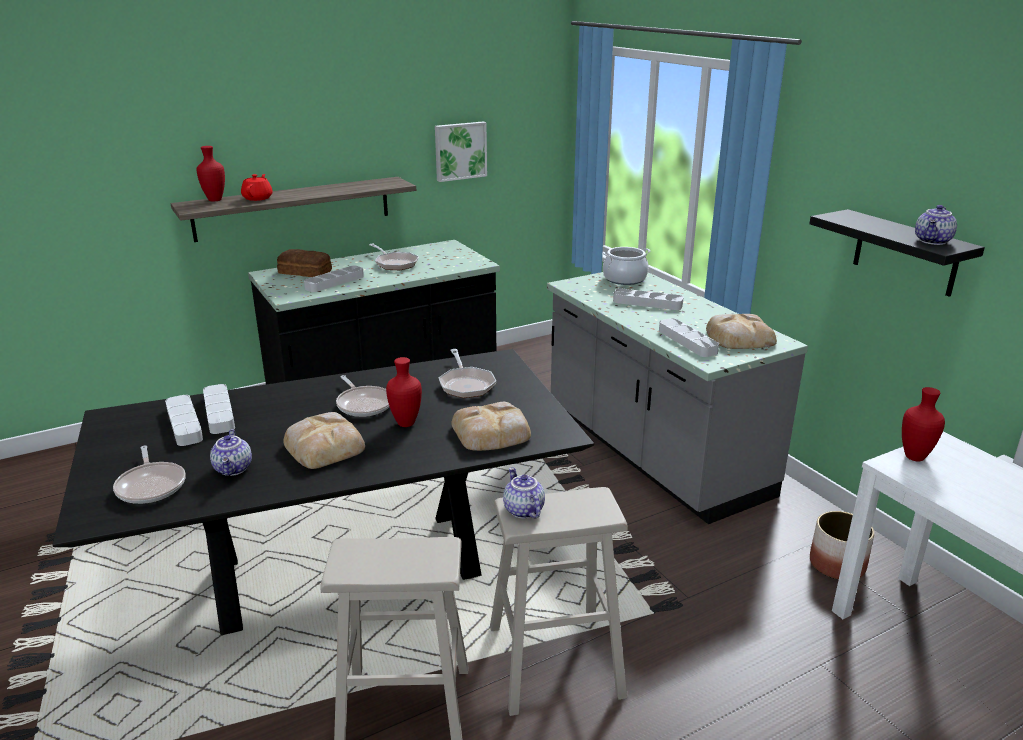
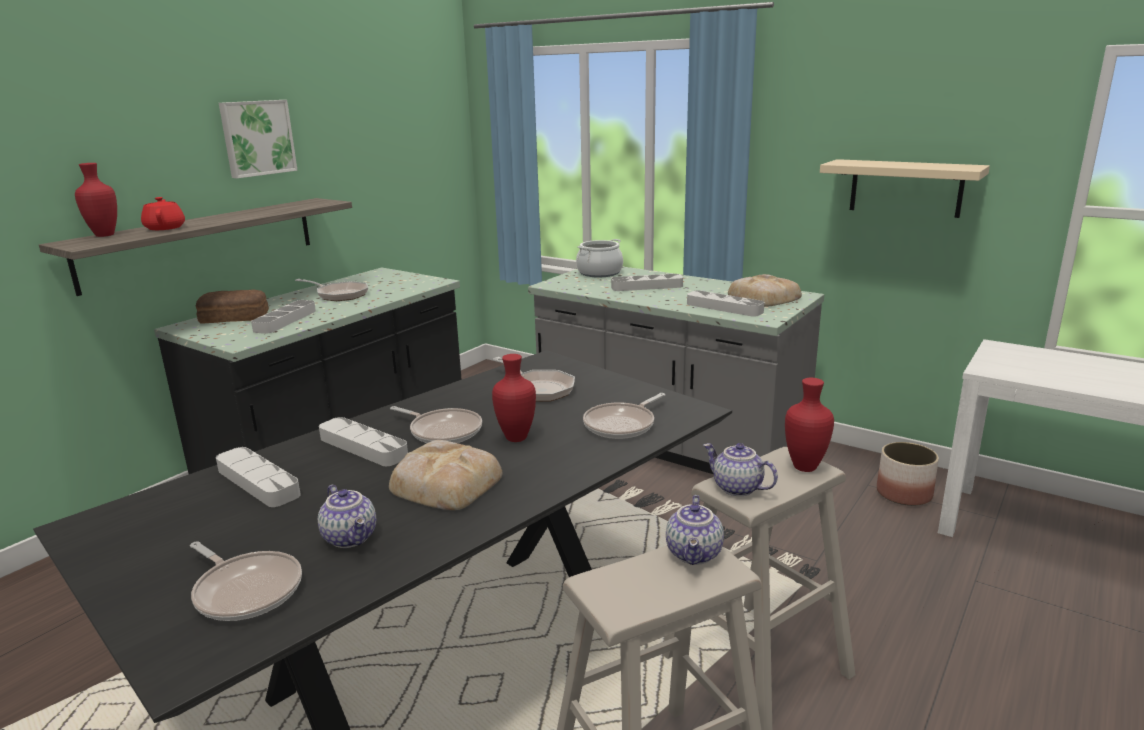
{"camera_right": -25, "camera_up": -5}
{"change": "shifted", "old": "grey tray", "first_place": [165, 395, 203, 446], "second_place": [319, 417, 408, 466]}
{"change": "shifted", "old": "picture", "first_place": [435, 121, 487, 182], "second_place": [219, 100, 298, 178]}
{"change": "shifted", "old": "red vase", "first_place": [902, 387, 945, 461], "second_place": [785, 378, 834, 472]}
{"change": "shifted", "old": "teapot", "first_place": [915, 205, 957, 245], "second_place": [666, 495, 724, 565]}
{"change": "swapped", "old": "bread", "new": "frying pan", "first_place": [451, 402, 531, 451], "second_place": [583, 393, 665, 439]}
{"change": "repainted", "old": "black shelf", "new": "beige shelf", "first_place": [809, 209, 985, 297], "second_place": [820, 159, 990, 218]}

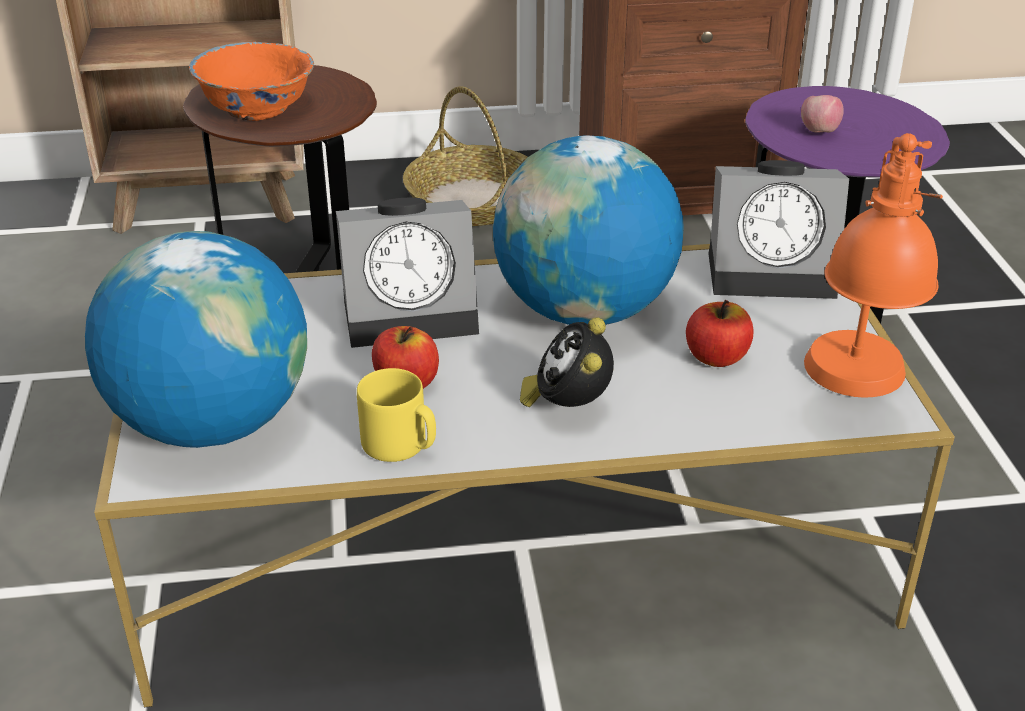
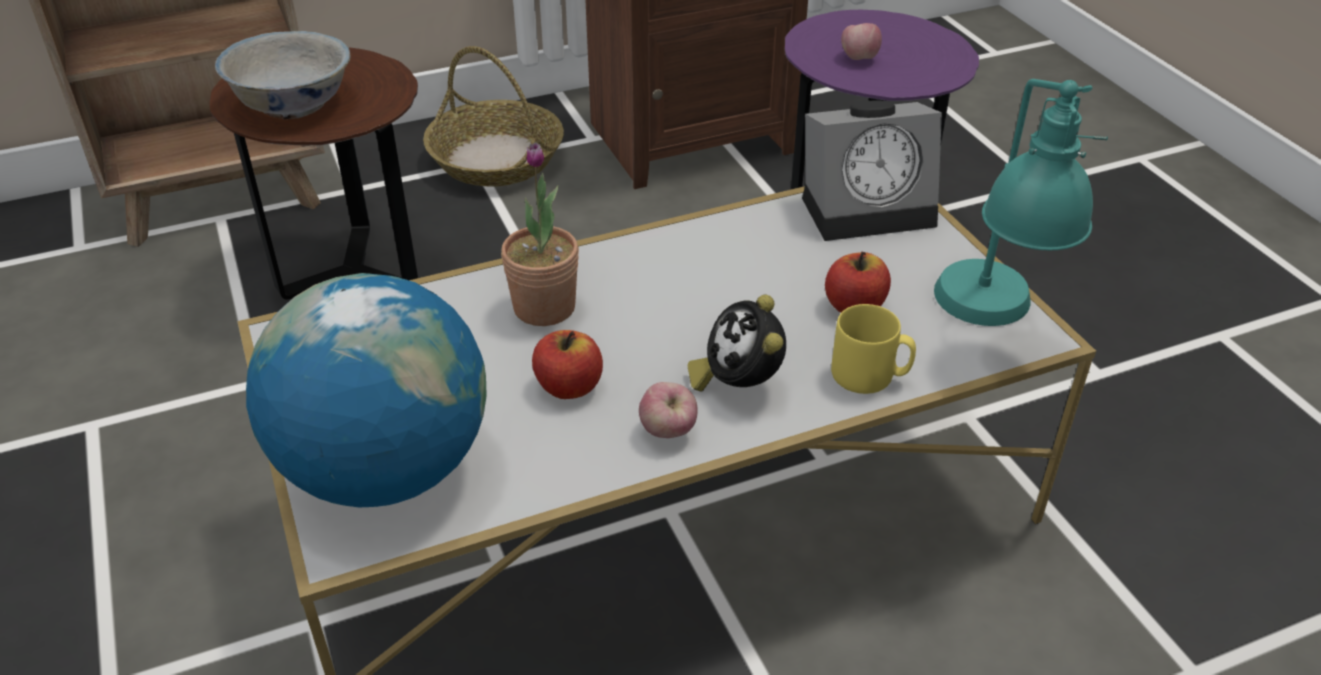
{"camera_right": -15, "camera_up": 5}
{"change": "gone", "old": "globe", "first_place": [493, 136, 684, 325]}
{"change": "new", "new": "apple", "second_place": [639, 382, 697, 438]}
{"change": "shifted", "old": "yellow mug", "first_place": [357, 368, 436, 462], "second_place": [831, 304, 916, 394]}
{"change": "swapped", "old": "alarm clock", "new": "potted plant", "first_place": [336, 197, 479, 348], "second_place": [501, 142, 579, 326]}
{"change": "repainted", "old": "orange bowl", "new": "white bowl", "first_place": [189, 42, 314, 121], "second_place": [215, 31, 351, 119]}
{"change": "repainted", "old": "orange table lamp", "new": "turquoise table lamp", "first_place": [804, 133, 943, 398], "second_place": [934, 79, 1108, 326]}

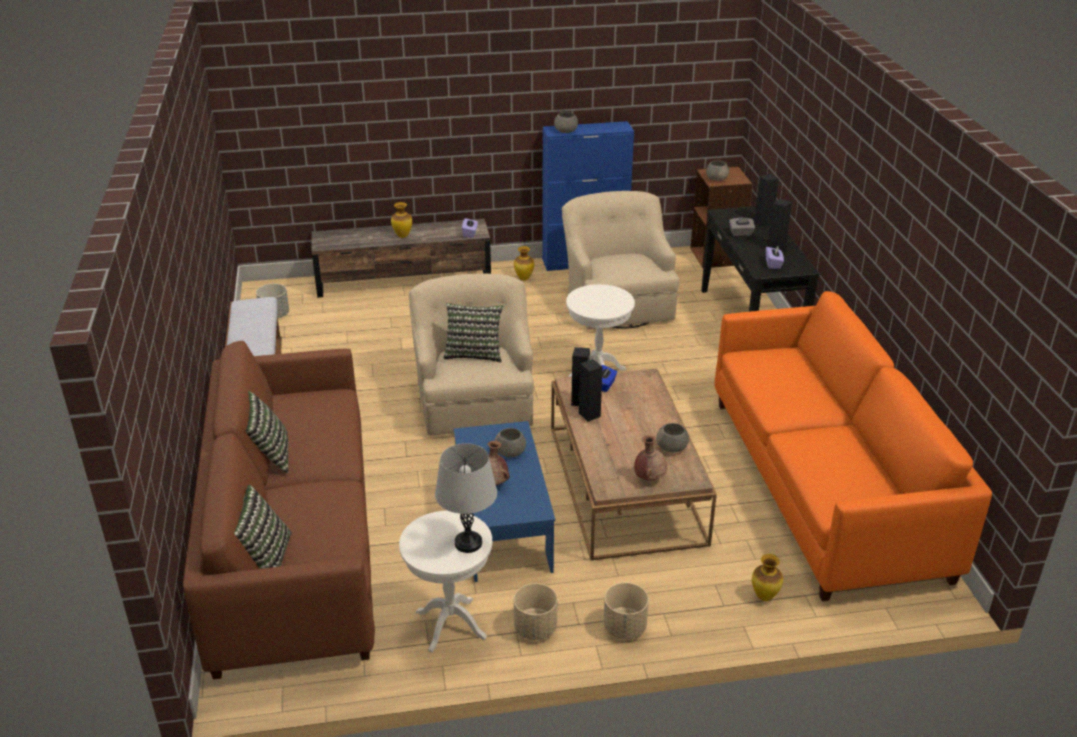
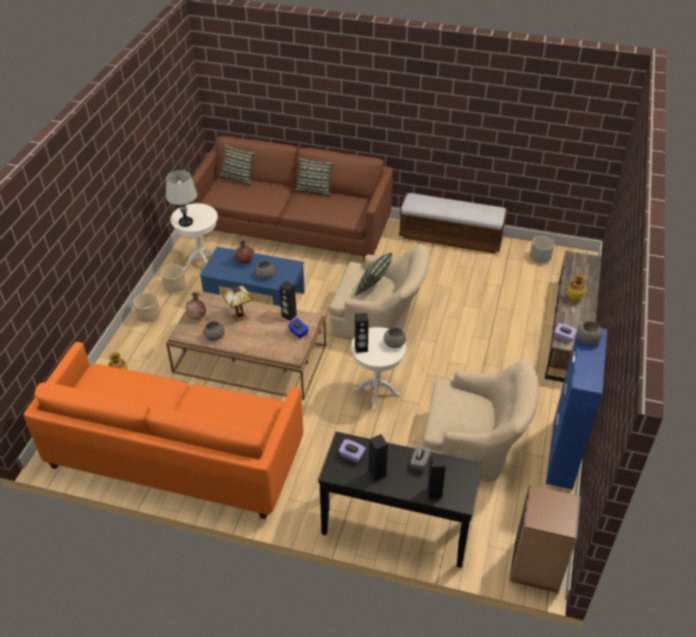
{"camera_right": 115, "camera_up": 10}
{"change": "gone", "old": "vase", "first_place": [514, 246, 534, 280]}
{"change": "new", "new": "table lamp", "second_place": [221, 286, 254, 322]}
{"change": "shifted", "old": "black speaker", "first_place": [579, 359, 602, 422], "second_place": [355, 313, 369, 353]}
{"change": "shifted", "old": "grey bowl", "first_place": [706, 161, 729, 181], "second_place": [384, 328, 406, 348]}

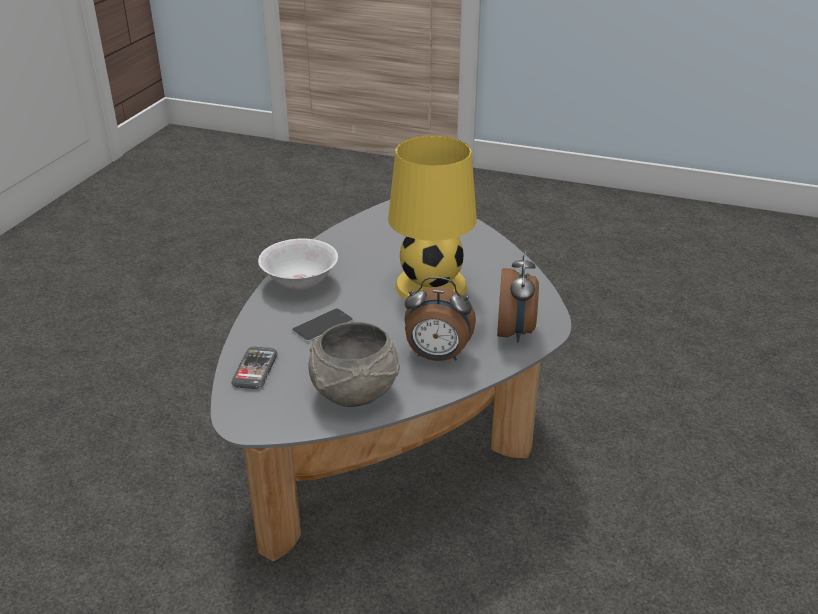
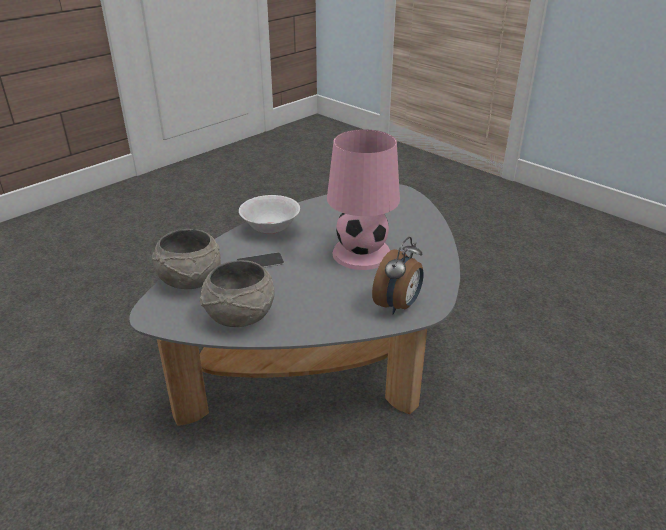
{"camera_right": 25, "camera_up": 0}
{"change": "gone", "old": "alarm clock", "first_place": [405, 277, 476, 361]}
{"change": "swapped", "old": "phone", "new": "grey bowl", "first_place": [231, 347, 278, 389], "second_place": [152, 229, 221, 289]}
{"change": "repainted", "old": "yellow table lamp", "new": "pink table lamp", "first_place": [388, 135, 477, 300], "second_place": [327, 129, 400, 270]}

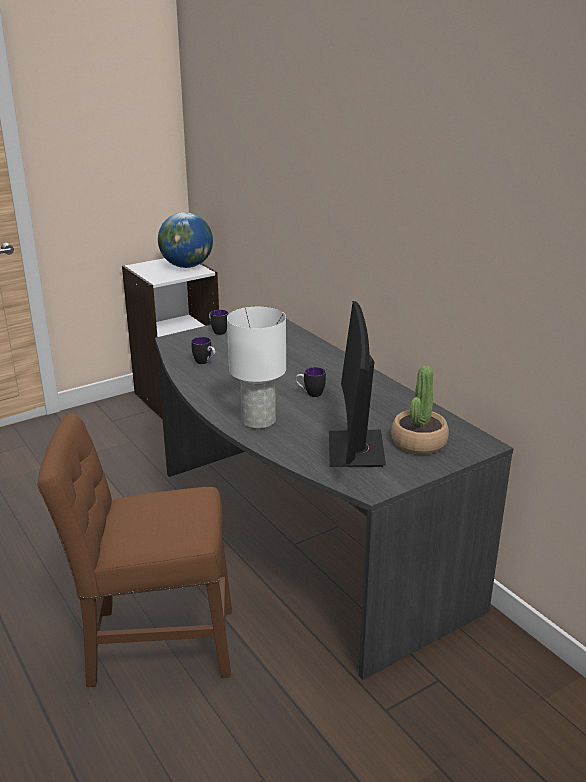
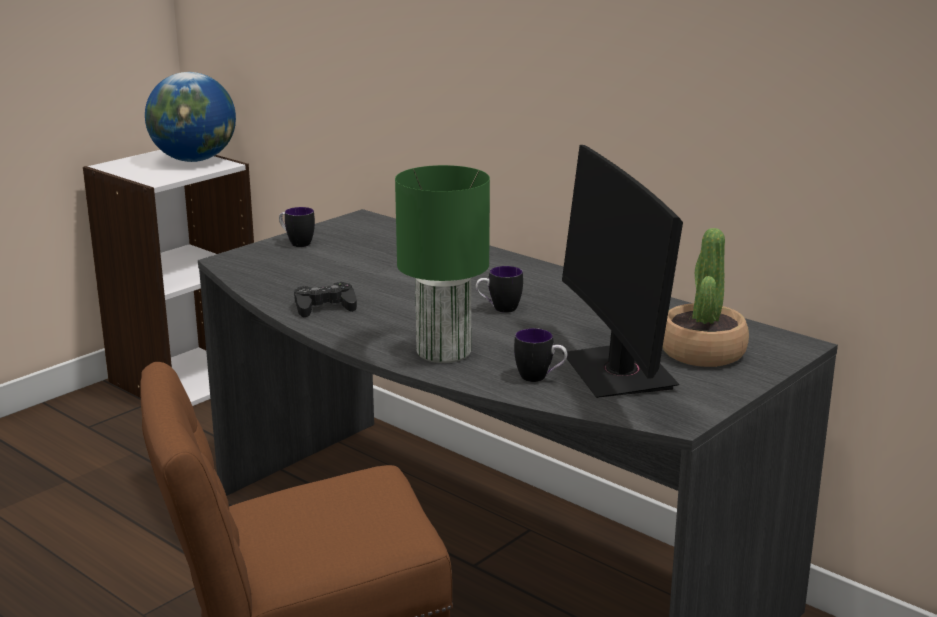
{"camera_right": -15, "camera_up": -5}
{"change": "new", "new": "black game controller", "second_place": [294, 282, 357, 317]}
{"change": "shifted", "old": "mug", "first_place": [191, 337, 216, 364], "second_place": [514, 328, 567, 382]}
{"change": "repainted", "old": "white table lamp", "new": "green table lamp", "first_place": [227, 307, 286, 429], "second_place": [395, 165, 490, 363]}

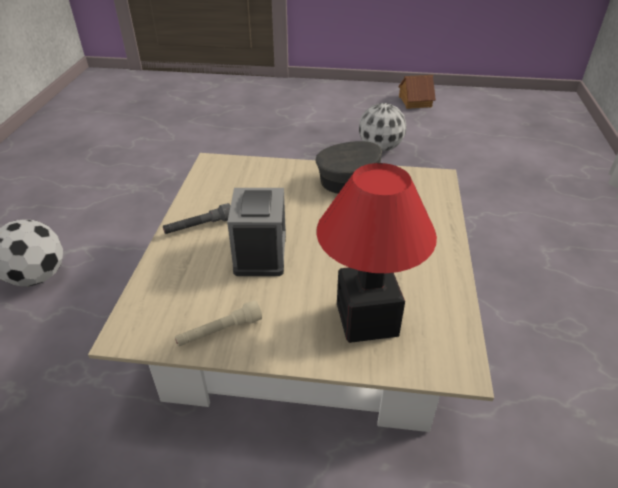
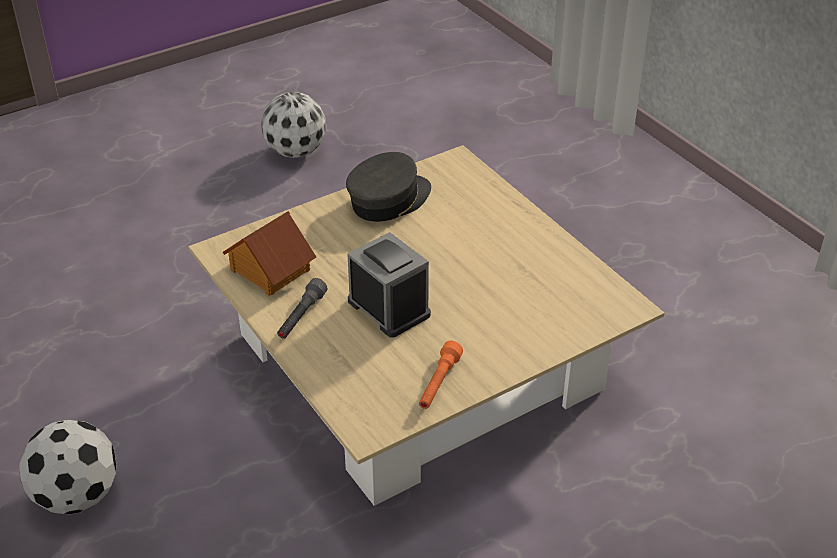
{"camera_right": -40, "camera_up": 0}
{"change": "gone", "old": "table lamp", "first_place": [316, 163, 437, 343]}
{"change": "shifted", "old": "toy house", "first_place": [399, 75, 436, 109], "second_place": [223, 211, 316, 296]}
{"change": "repainted", "old": "beige flashlight", "new": "orange flashlight", "first_place": [175, 300, 262, 346], "second_place": [419, 341, 463, 409]}

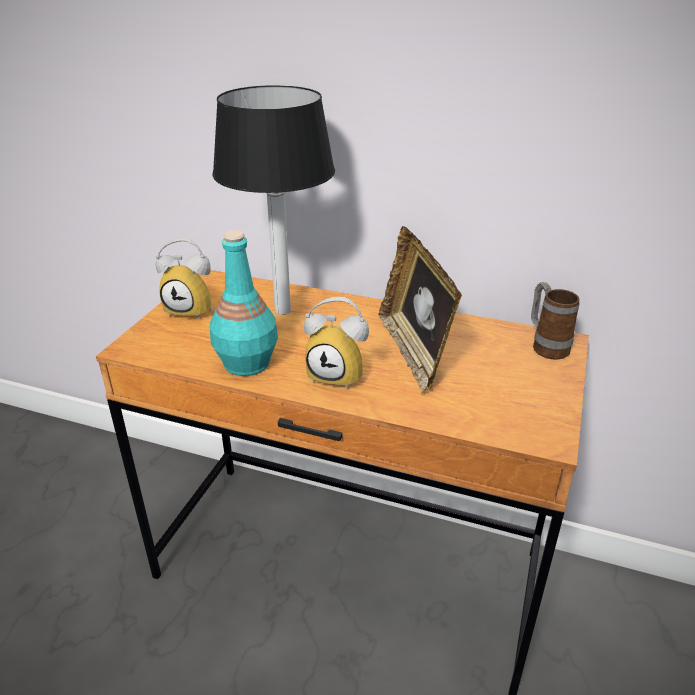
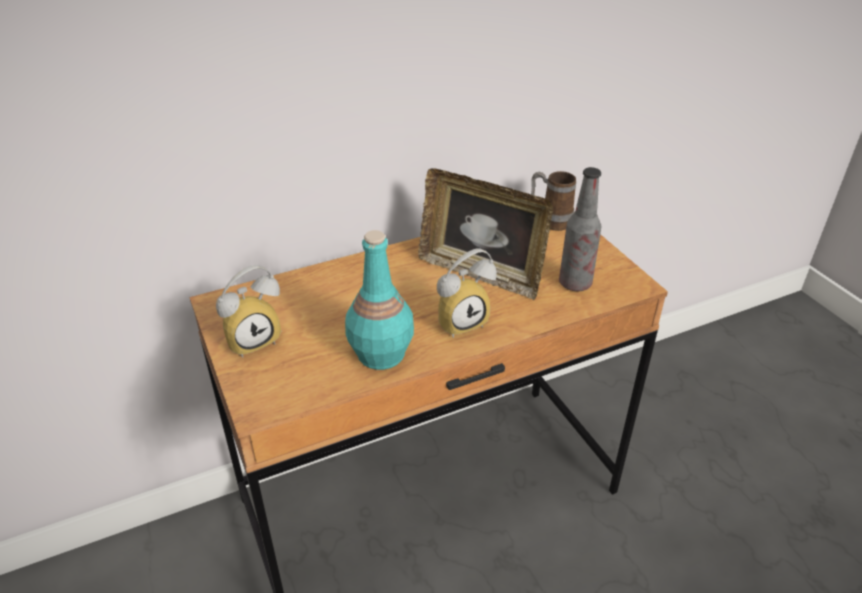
{"camera_right": -45, "camera_up": 5}
{"change": "gone", "old": "table lamp", "first_place": [212, 85, 335, 315]}
{"change": "new", "new": "bottle", "second_place": [559, 167, 602, 291]}

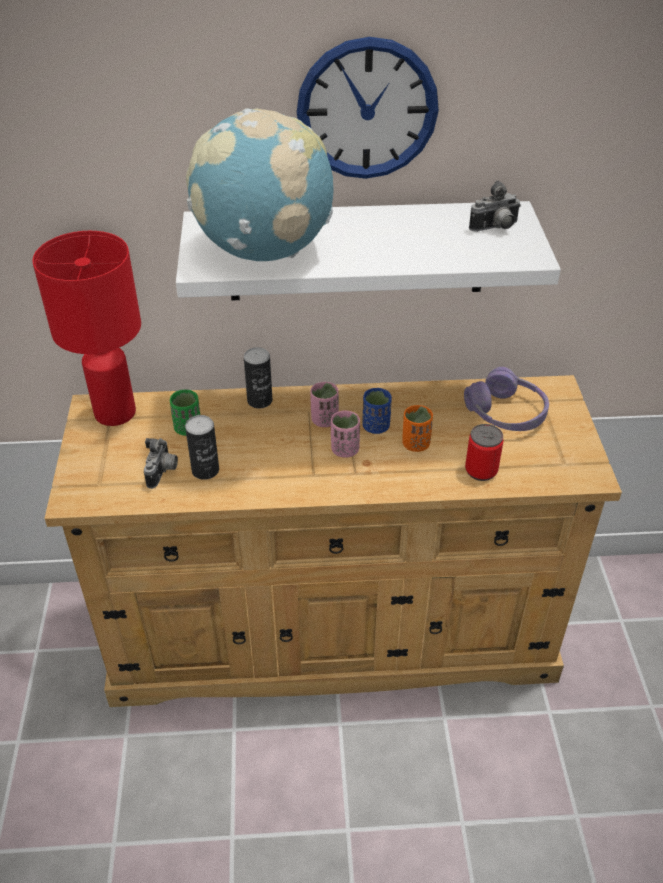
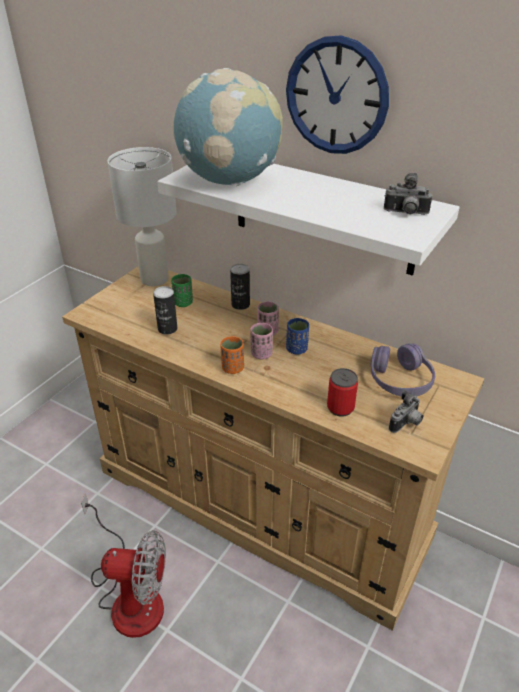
{"camera_right": 35, "camera_up": -5}
{"change": "new", "new": "fan", "second_place": [81, 493, 166, 638]}
{"change": "shifted", "old": "photo camera", "first_place": [144, 438, 178, 489], "second_place": [389, 391, 423, 433]}
{"change": "shifted", "old": "orange cup", "first_place": [402, 405, 433, 452], "second_place": [220, 336, 244, 374]}
{"change": "repainted", "old": "red table lamp", "new": "white table lamp", "first_place": [33, 231, 141, 426], "second_place": [107, 147, 176, 286]}

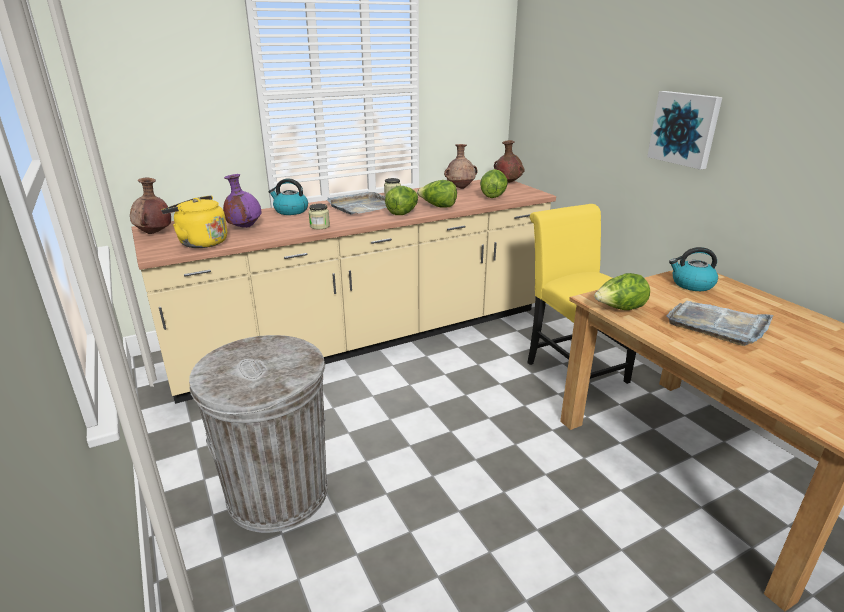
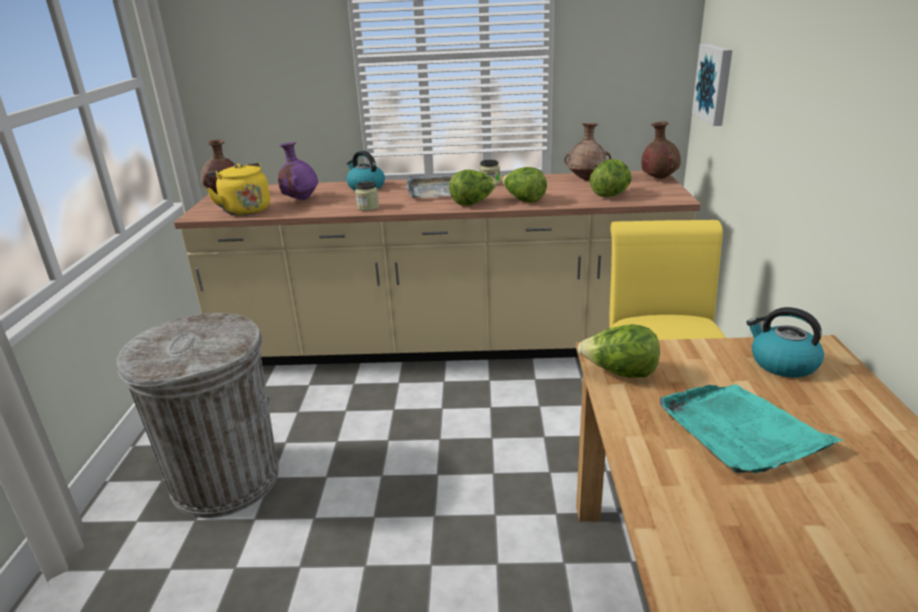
{"camera_right": 30, "camera_up": 0}
{"change": "shifted", "old": "picture", "first_place": [647, 91, 722, 170], "second_place": [692, 44, 732, 126]}
{"change": "repainted", "old": "grey tray", "new": "turquoise tray", "first_place": [667, 301, 774, 346], "second_place": [660, 384, 843, 473]}

